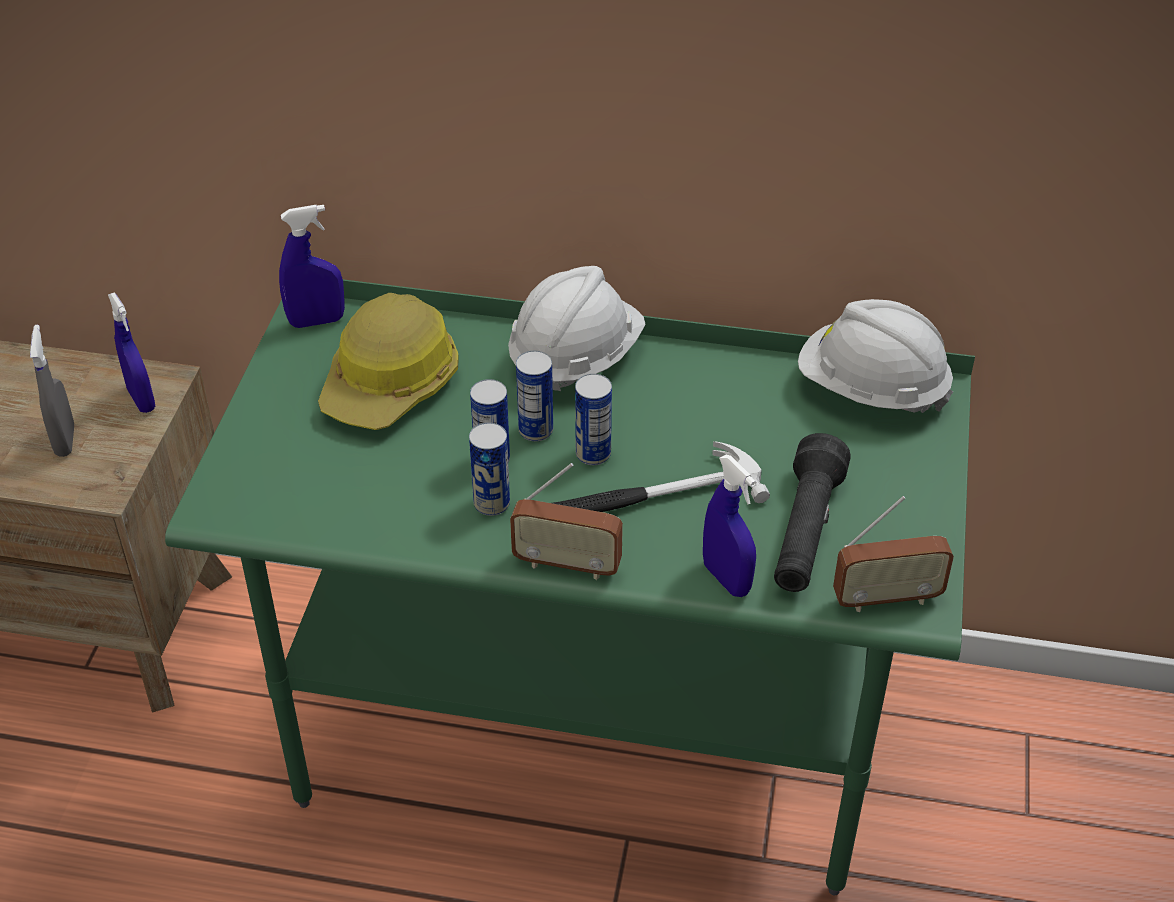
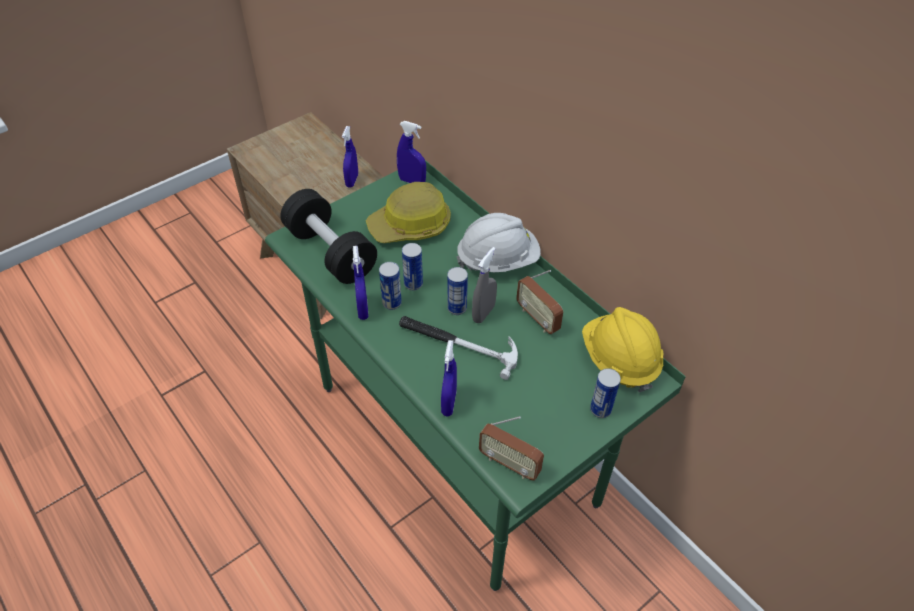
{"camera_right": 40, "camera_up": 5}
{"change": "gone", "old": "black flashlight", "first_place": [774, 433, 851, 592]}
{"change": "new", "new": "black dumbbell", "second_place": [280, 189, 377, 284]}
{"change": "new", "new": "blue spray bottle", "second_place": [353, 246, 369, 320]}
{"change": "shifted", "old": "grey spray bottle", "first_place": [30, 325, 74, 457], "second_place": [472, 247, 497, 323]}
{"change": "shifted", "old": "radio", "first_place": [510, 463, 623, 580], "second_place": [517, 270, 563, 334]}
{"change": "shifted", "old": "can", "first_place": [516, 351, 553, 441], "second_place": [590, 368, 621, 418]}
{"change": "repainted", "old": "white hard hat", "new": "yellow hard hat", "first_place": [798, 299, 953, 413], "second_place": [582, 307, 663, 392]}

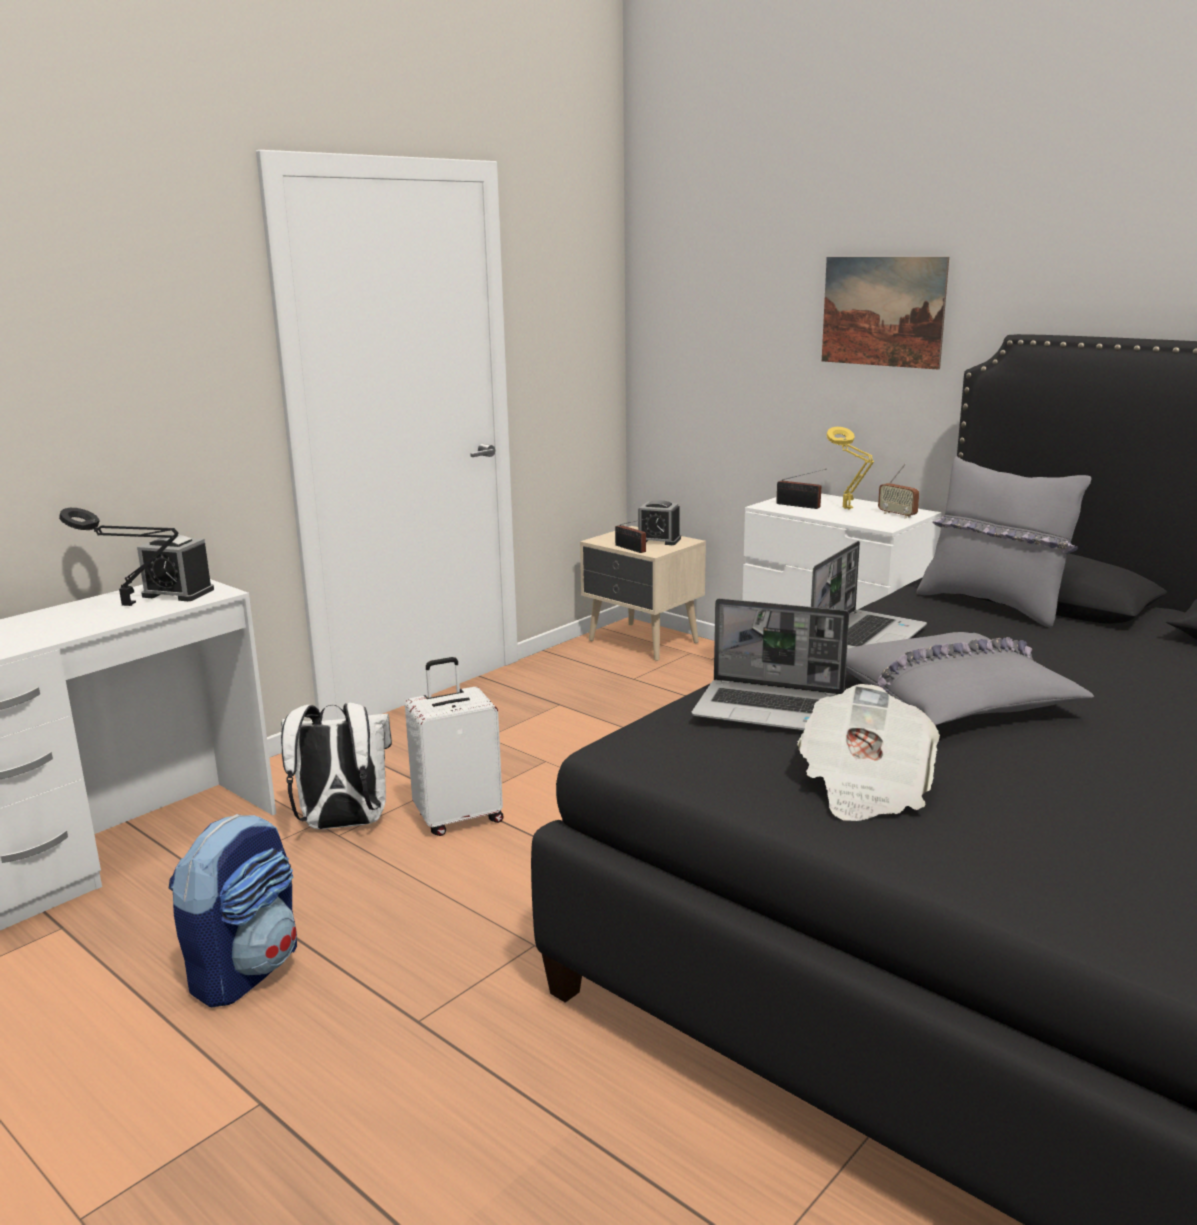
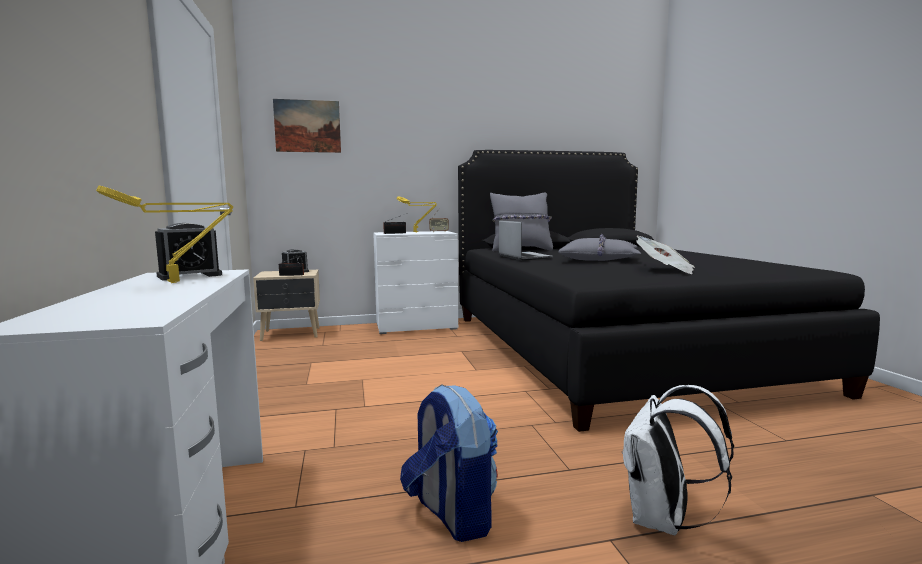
{"camera_right": -55, "camera_up": -10}
{"change": "gone", "old": "white suitcase", "first_place": [405, 657, 503, 836]}
{"change": "gone", "old": "laptop", "first_place": [692, 598, 849, 730]}
{"change": "shifted", "old": "white backpack", "first_place": [281, 703, 392, 829], "second_place": [622, 385, 734, 535]}
{"change": "shifted", "old": "picture", "first_place": [822, 257, 949, 370], "second_place": [273, 99, 341, 153]}
{"change": "repainted", "old": "black table lamp", "new": "yellow table lamp", "first_place": [59, 508, 179, 606], "second_place": [96, 186, 233, 283]}

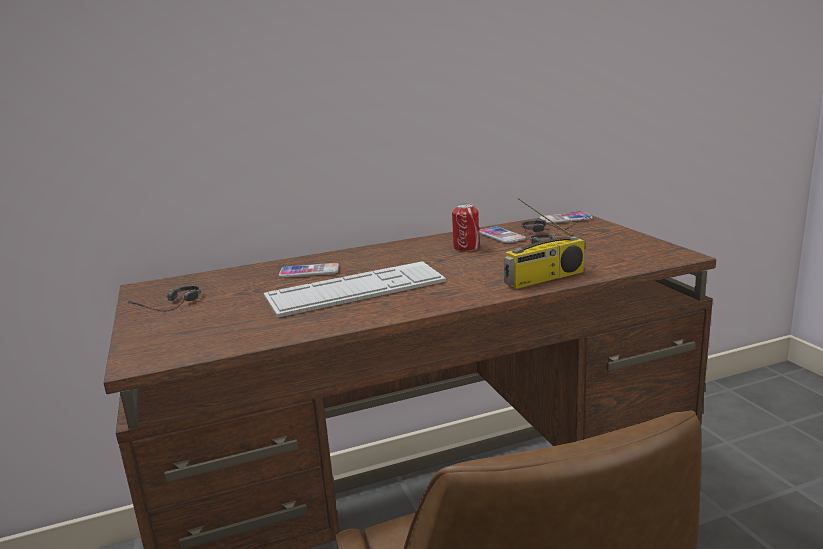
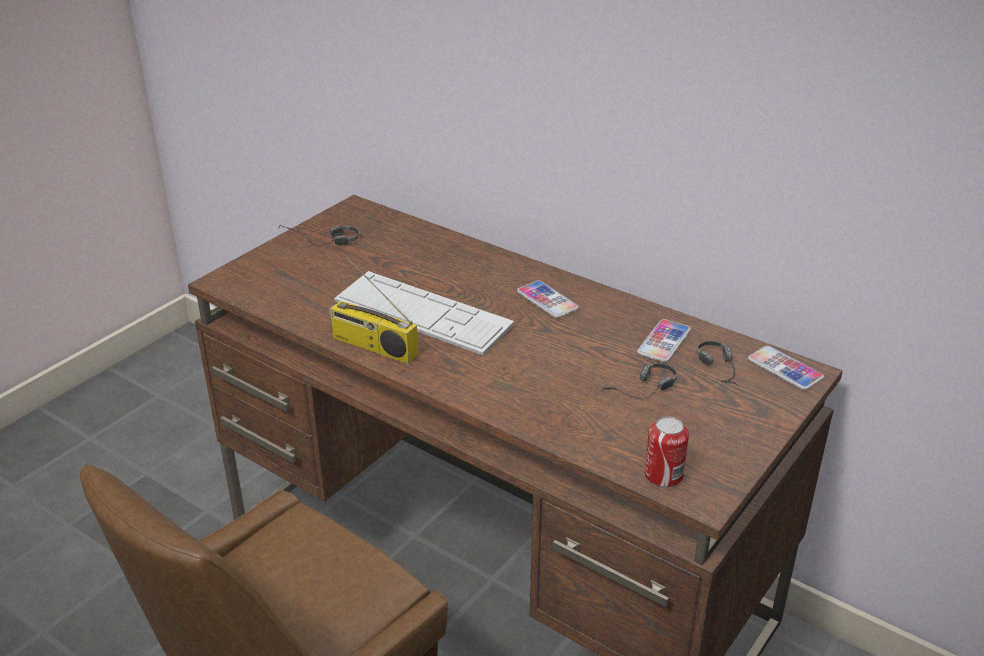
{"camera_right": 55, "camera_up": 15}
{"change": "shifted", "old": "phone", "first_place": [279, 263, 339, 278], "second_place": [517, 281, 579, 318]}
{"change": "shifted", "old": "can", "first_place": [452, 203, 479, 252], "second_place": [644, 416, 689, 488]}
{"change": "shifted", "old": "radio", "first_place": [504, 198, 585, 289], "second_place": [329, 257, 418, 364]}

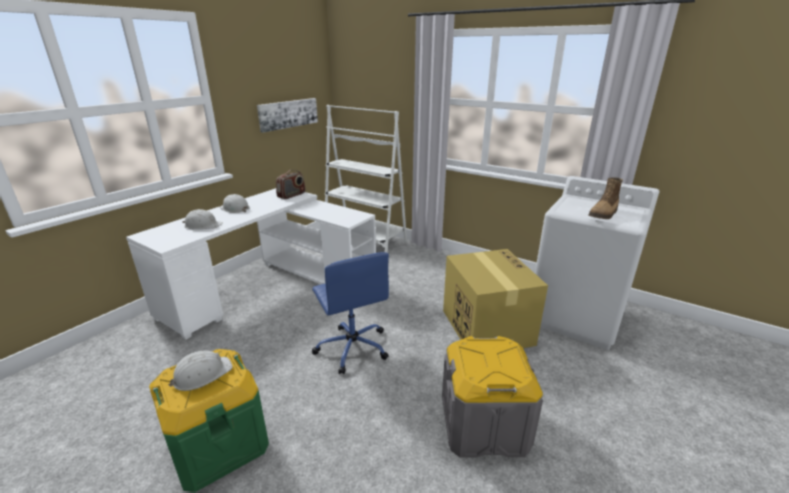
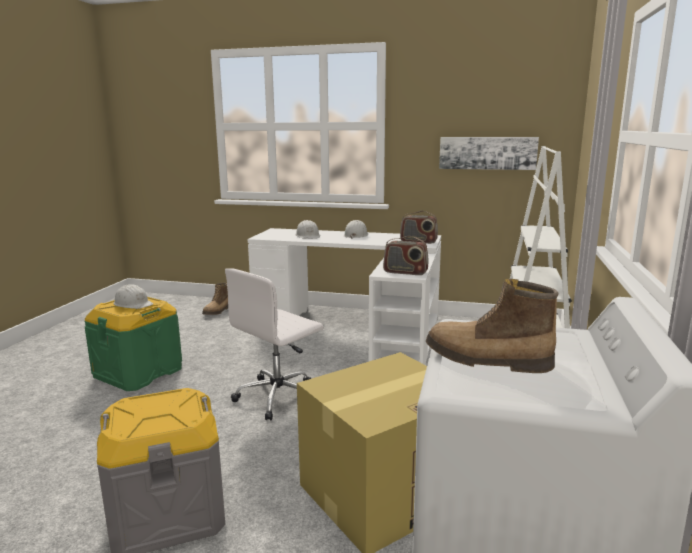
{"camera_right": 70, "camera_up": -10}
{"change": "new", "new": "boot", "second_place": [202, 283, 228, 315]}
{"change": "new", "new": "radio", "second_place": [383, 236, 429, 275]}
{"change": "repainted", "old": "blue office chair", "new": "white office chair", "first_place": [312, 252, 389, 374], "second_place": [225, 268, 323, 421]}

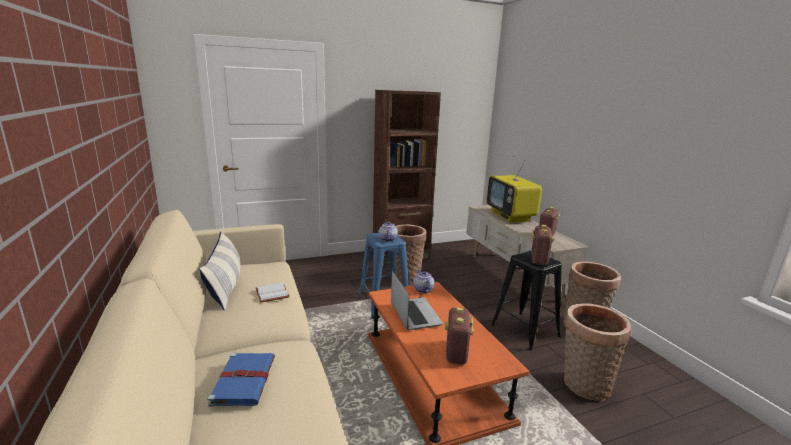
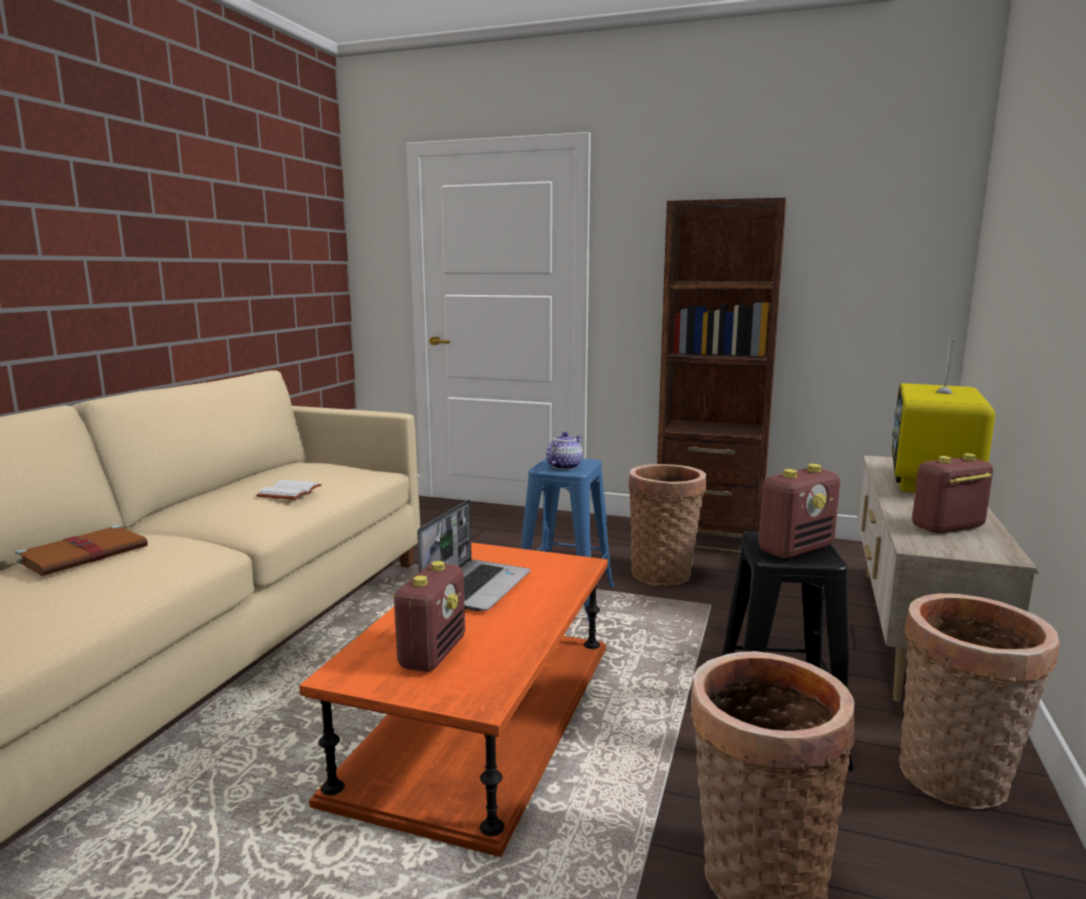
{"camera_right": 40, "camera_up": -5}
{"change": "gone", "old": "pillow", "first_place": [199, 231, 240, 310]}
{"change": "gone", "old": "teapot", "first_place": [413, 269, 434, 293]}
{"change": "repainted", "old": "blue book", "new": "brown book", "first_place": [207, 353, 275, 407], "second_place": [15, 525, 148, 576]}
{"change": "rotated", "old": "radio", "first_place": [445, 307, 474, 365], "second_place": [393, 561, 465, 672], "degrees": 150}

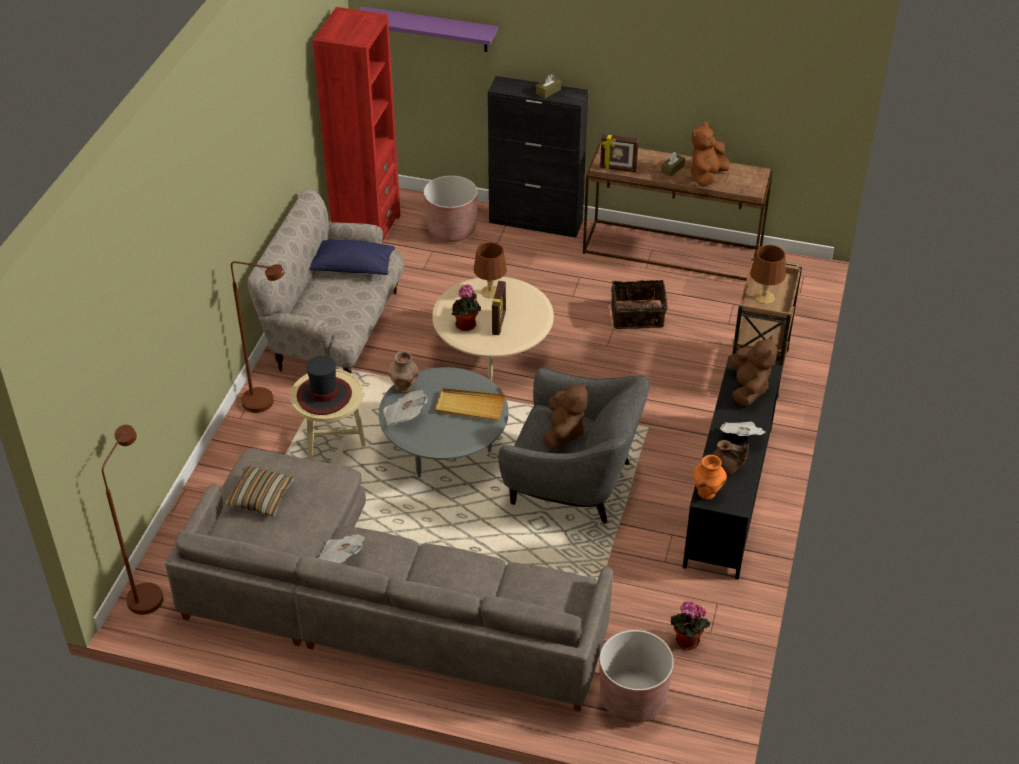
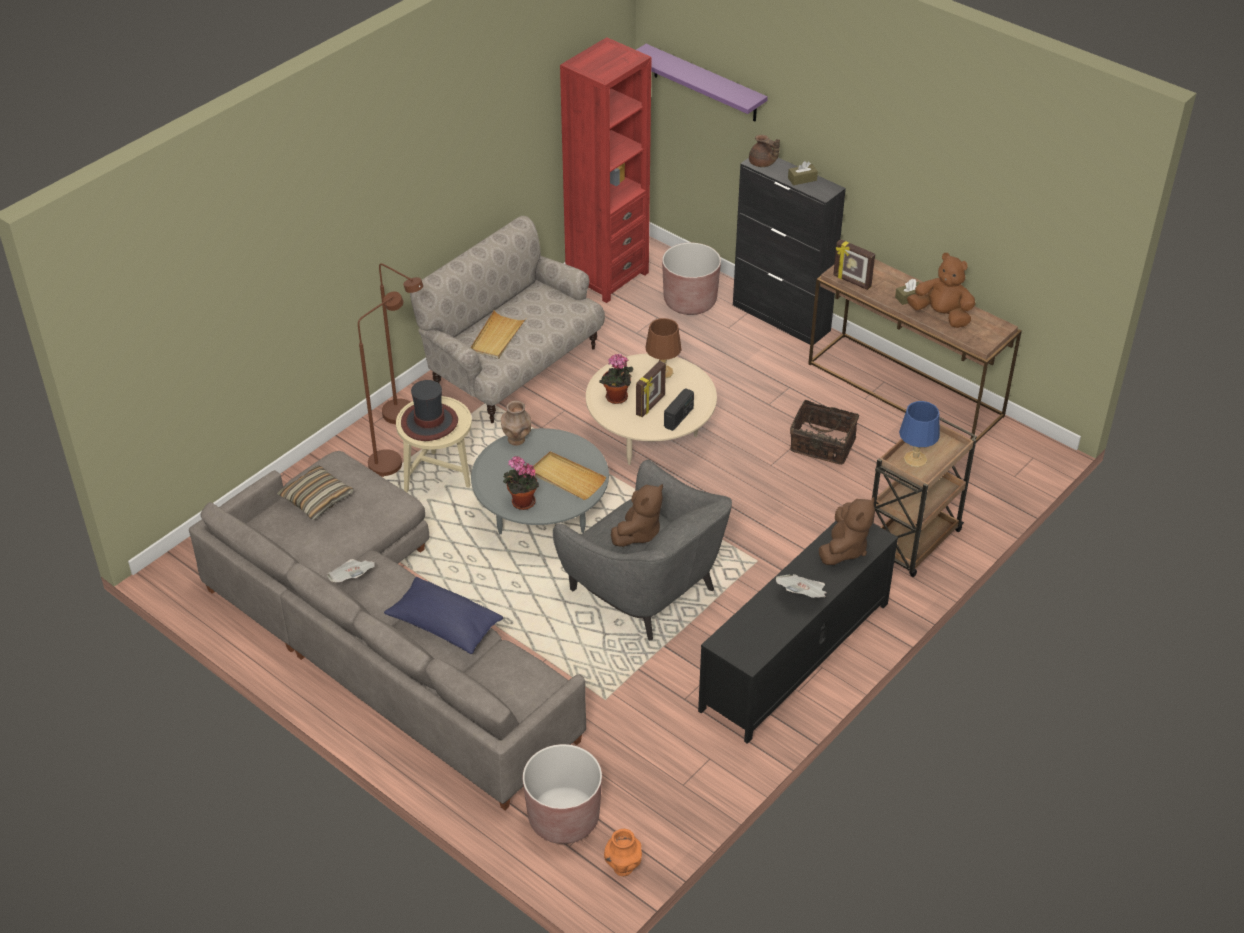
{"camera_right": 25, "camera_up": 0}
{"change": "gone", "old": "newspaper", "first_place": [383, 390, 427, 425]}
{"change": "new", "new": "beige tray", "second_place": [470, 310, 526, 359]}
{"change": "new", "new": "radio", "second_place": [664, 389, 694, 431]}
{"change": "shifted", "old": "brown floor lamp", "first_place": [102, 425, 164, 615], "second_place": [358, 292, 403, 477]}
{"change": "shifted", "old": "blue pillow", "first_place": [309, 240, 395, 275], "second_place": [384, 577, 503, 654]}
{"change": "shifted", "old": "potted plant", "first_place": [670, 601, 710, 650], "second_place": [503, 456, 539, 510]}
{"change": "shifted", "old": "orange vase", "first_place": [693, 455, 727, 500], "second_place": [604, 829, 642, 877]}
{"change": "shifted", "old": "brown teapot", "first_place": [712, 440, 749, 475], "second_place": [749, 135, 780, 167]}
{"change": "repainted", "old": "brown table lamp", "new": "blue table lamp", "first_place": [750, 245, 786, 304], "second_place": [899, 401, 940, 467]}
{"change": "rotated", "old": "brown plush toy", "first_place": [691, 122, 729, 187], "second_place": [907, 253, 975, 328], "degrees": 60}

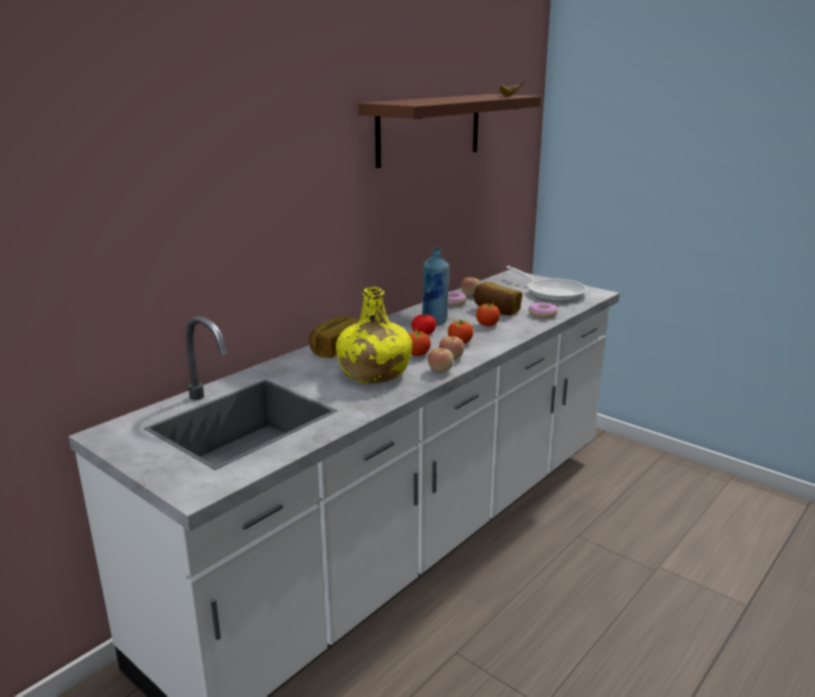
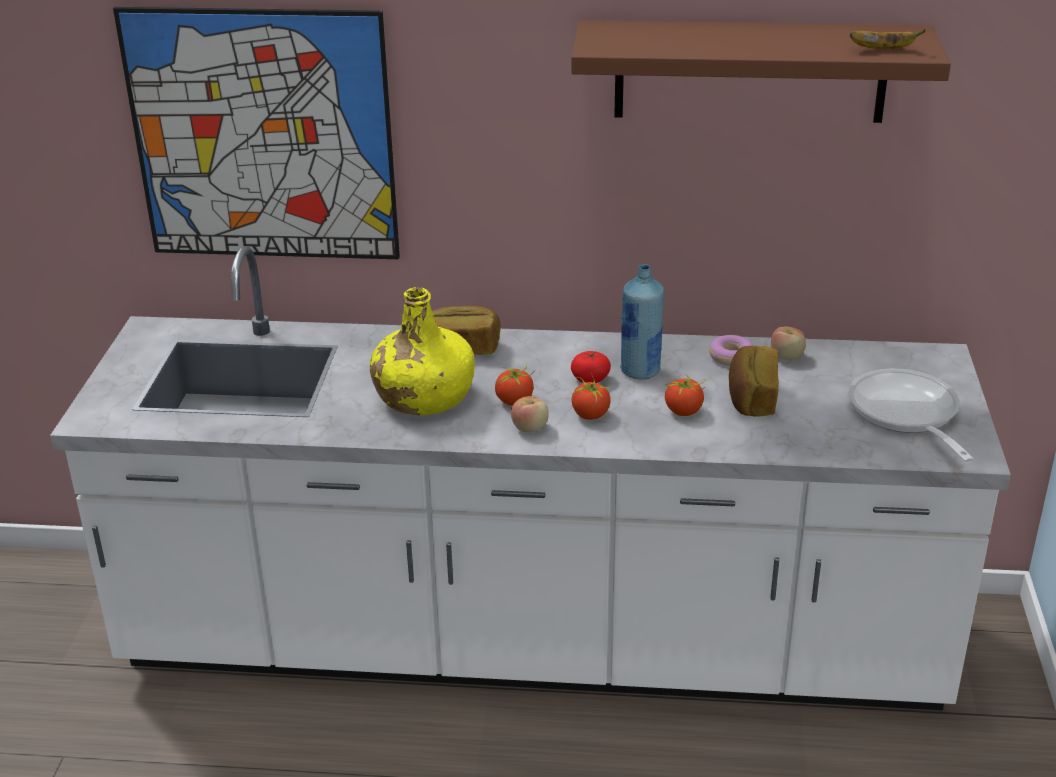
{"camera_right": 55, "camera_up": 10}
{"change": "gone", "old": "apple", "first_place": [428, 348, 454, 373]}
{"change": "gone", "old": "donut", "first_place": [528, 303, 558, 319]}
{"change": "new", "new": "picture", "second_place": [113, 7, 400, 259]}
{"change": "rotated", "old": "frying pan", "first_place": [506, 266, 587, 302], "second_place": [848, 369, 973, 462], "degrees": 150}

